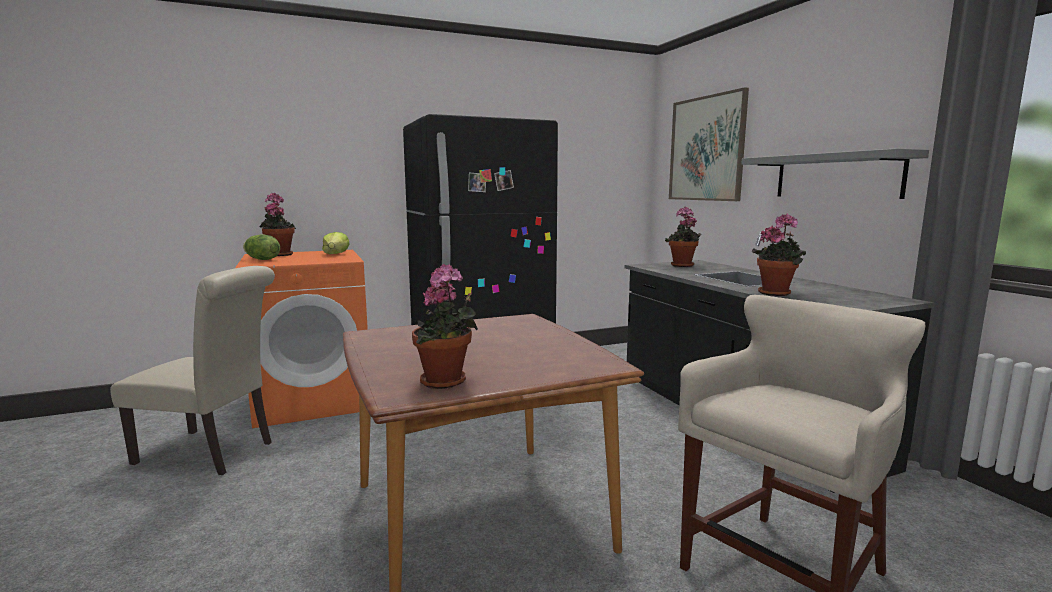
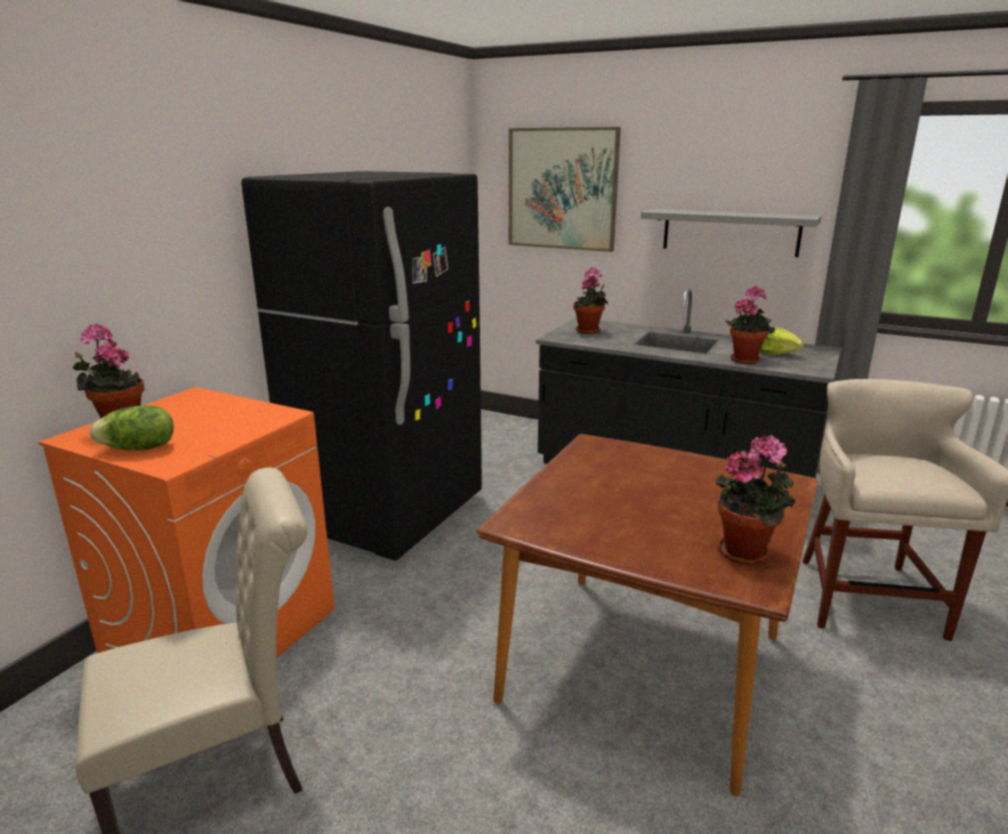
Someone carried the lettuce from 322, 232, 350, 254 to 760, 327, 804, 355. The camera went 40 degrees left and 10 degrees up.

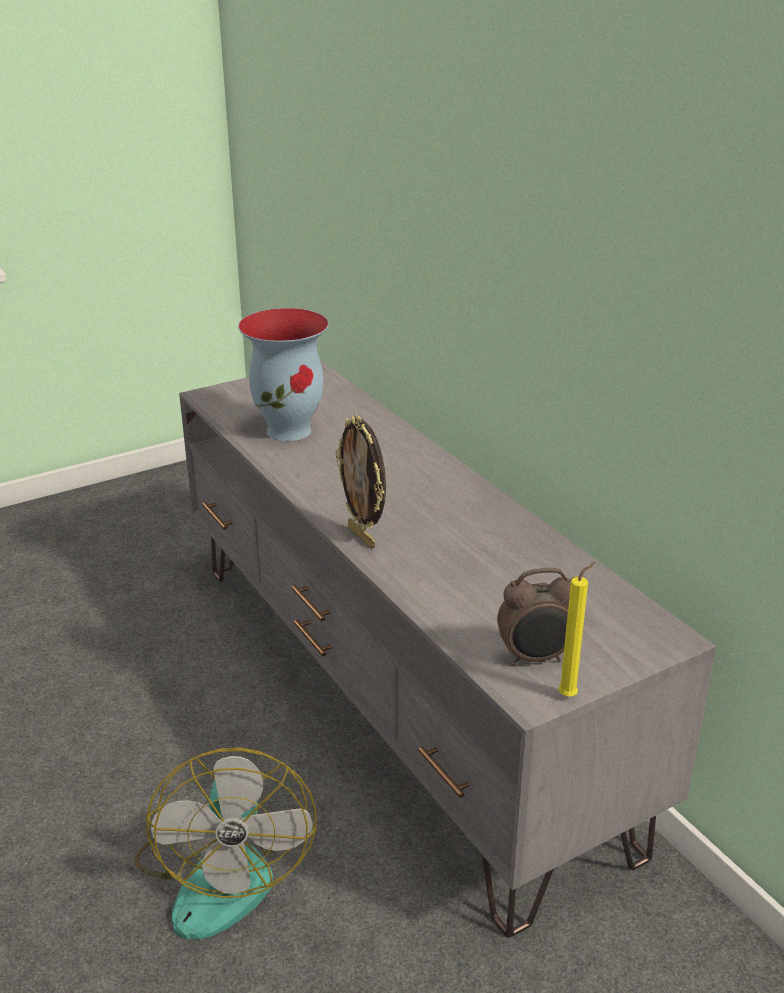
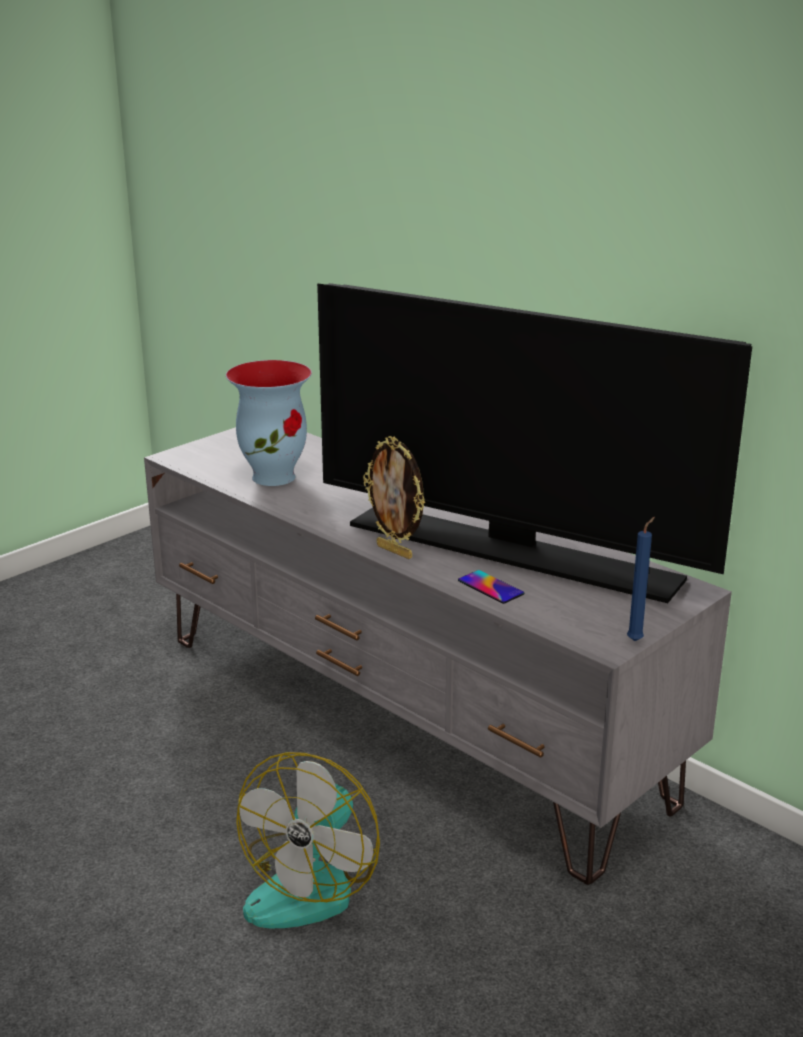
Someone rotated the fan at 135, 748, 317, 940 by 45 degrees clockwise. Someone took away the alarm clock at 497, 568, 574, 666. Someone repainted the yellow candle at 558, 562, 595, 697, which became the blue candle at 627, 517, 655, 641. Someone put down the television at 317, 283, 752, 603. Someone put down the phone at 458, 570, 524, 604. The camera went 15 degrees left and 5 degrees down.

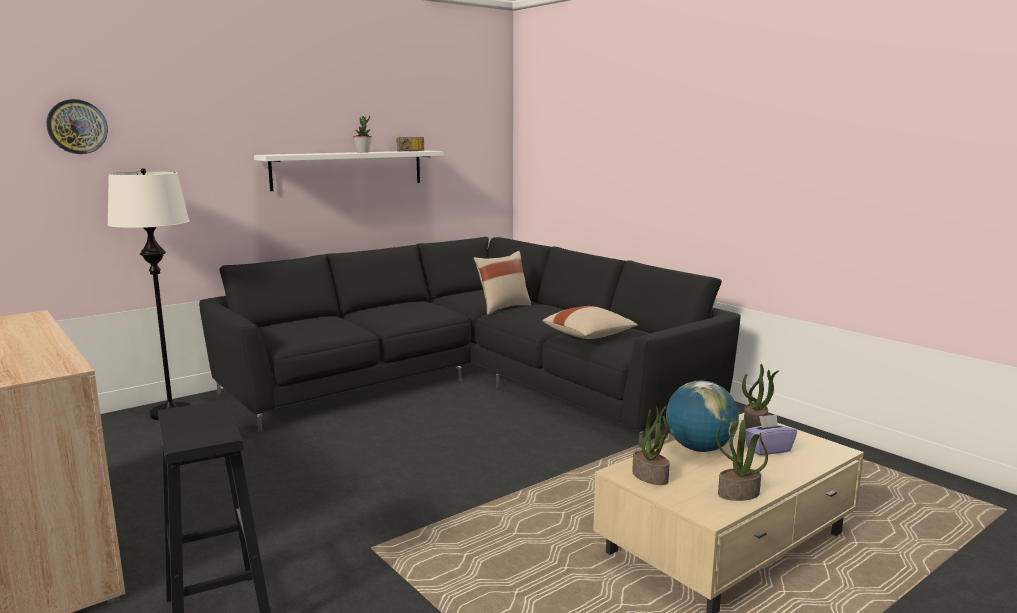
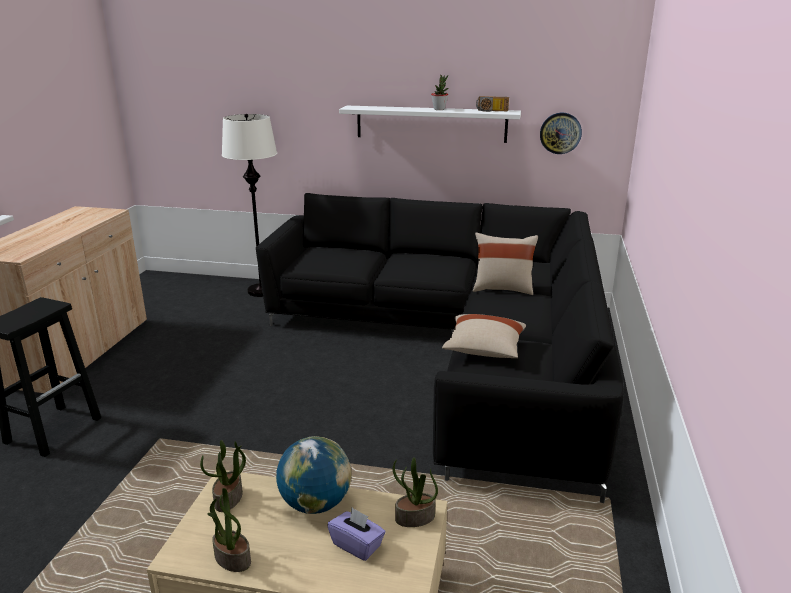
Someone carried the wall clock from 46, 99, 108, 154 to 540, 113, 582, 154. The camera went 50 degrees right and 10 degrees up.

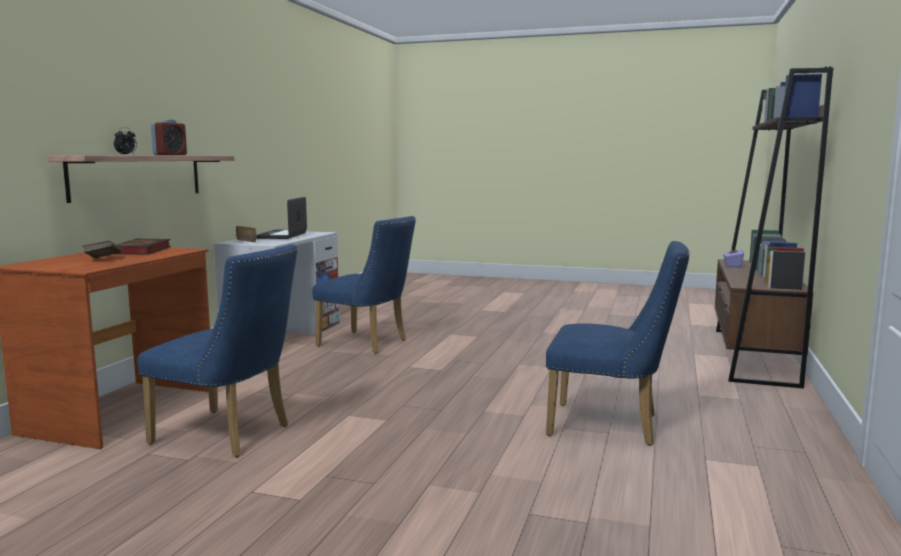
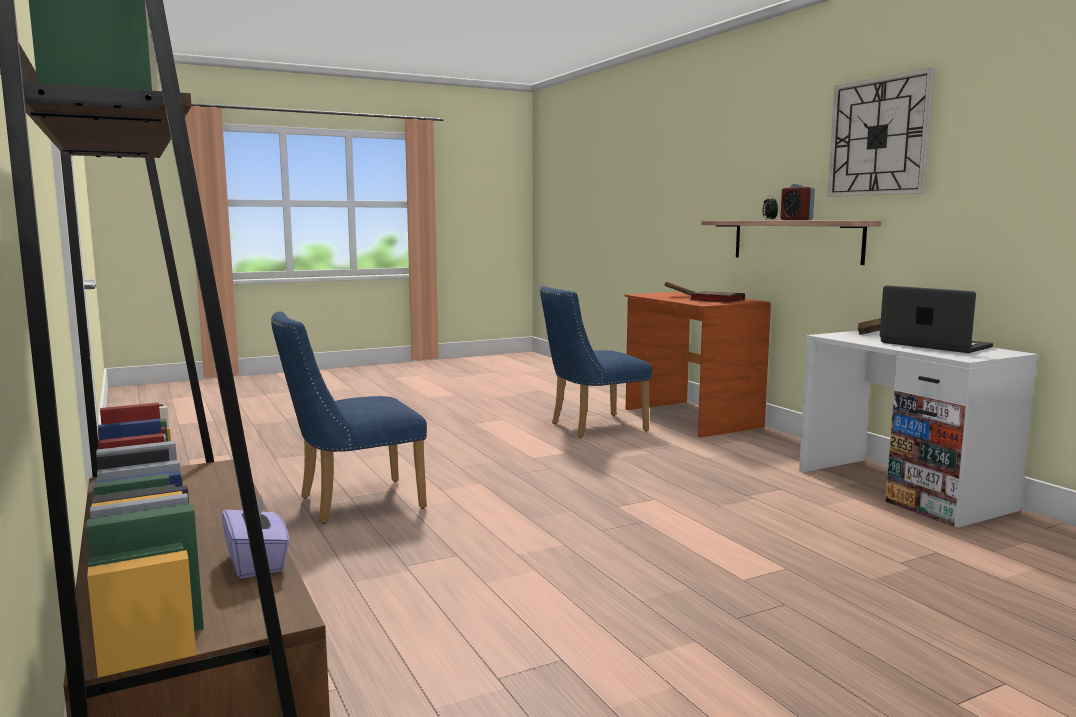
Someone took away the blue chair at 312, 216, 416, 354. Someone put up the wall clock at 827, 68, 935, 197. The camera went 135 degrees right and 0 degrees up.

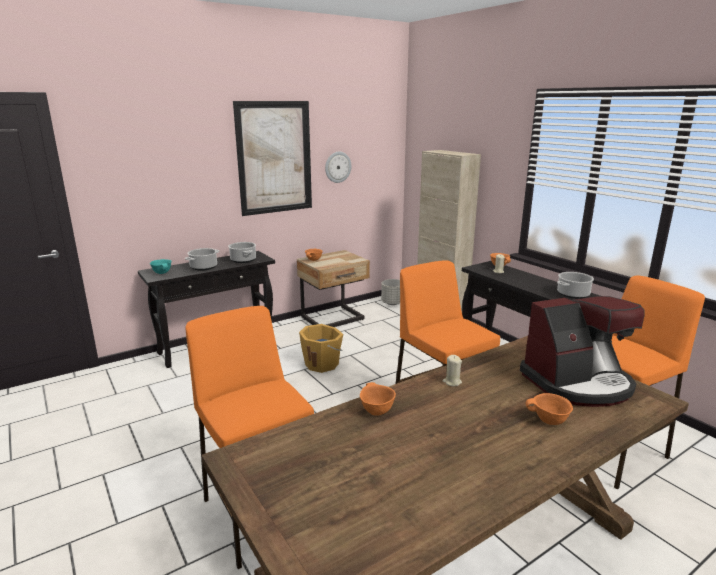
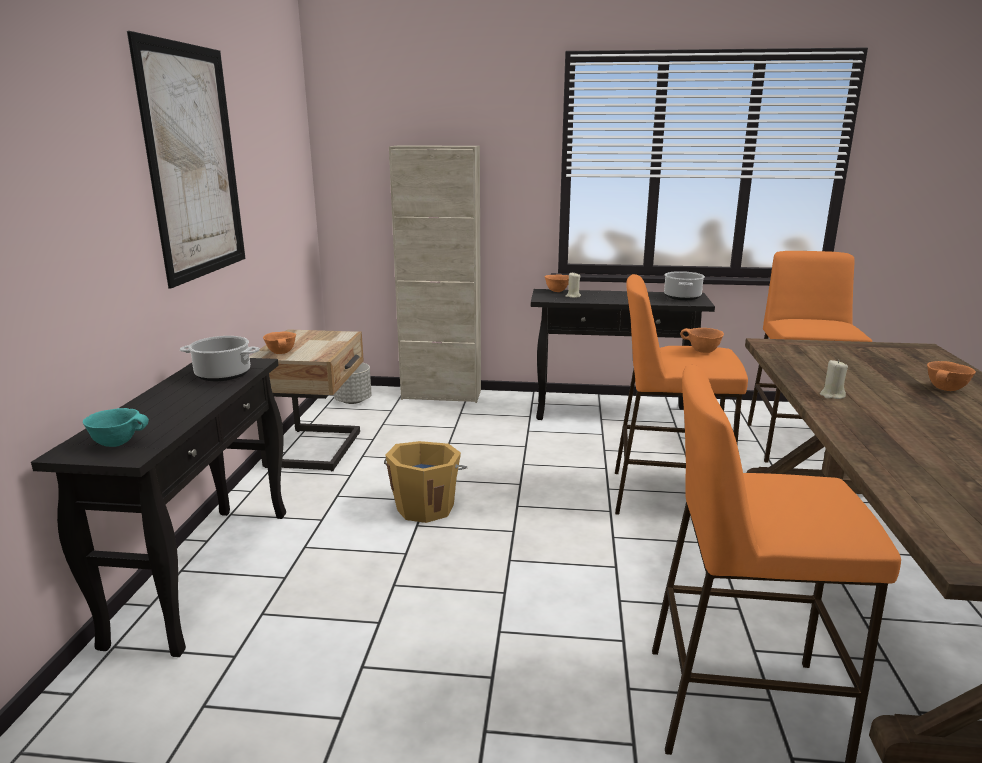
Someone took away the cooking pot at 185, 248, 219, 270. Someone took away the wall clock at 325, 152, 351, 183. Someone carried the orange bowl from 360, 382, 396, 416 to 680, 328, 724, 353. Someone took away the coffee machine at 520, 296, 645, 407. The camera went 50 degrees left and 0 degrees up.

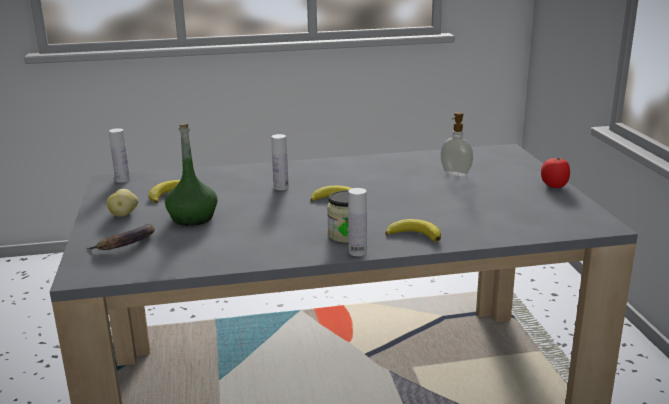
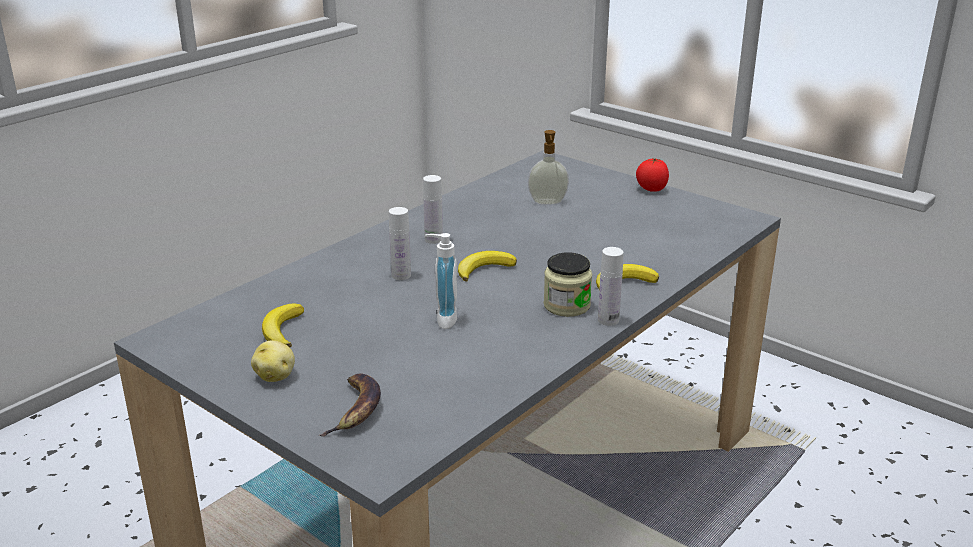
Someone carried the white bottle from 109, 128, 130, 183 to 423, 175, 443, 244. Someone took away the green bottle at 165, 124, 218, 226. Someone put down the soap dispenser at 425, 233, 457, 329. The camera went 40 degrees left and 5 degrees up.

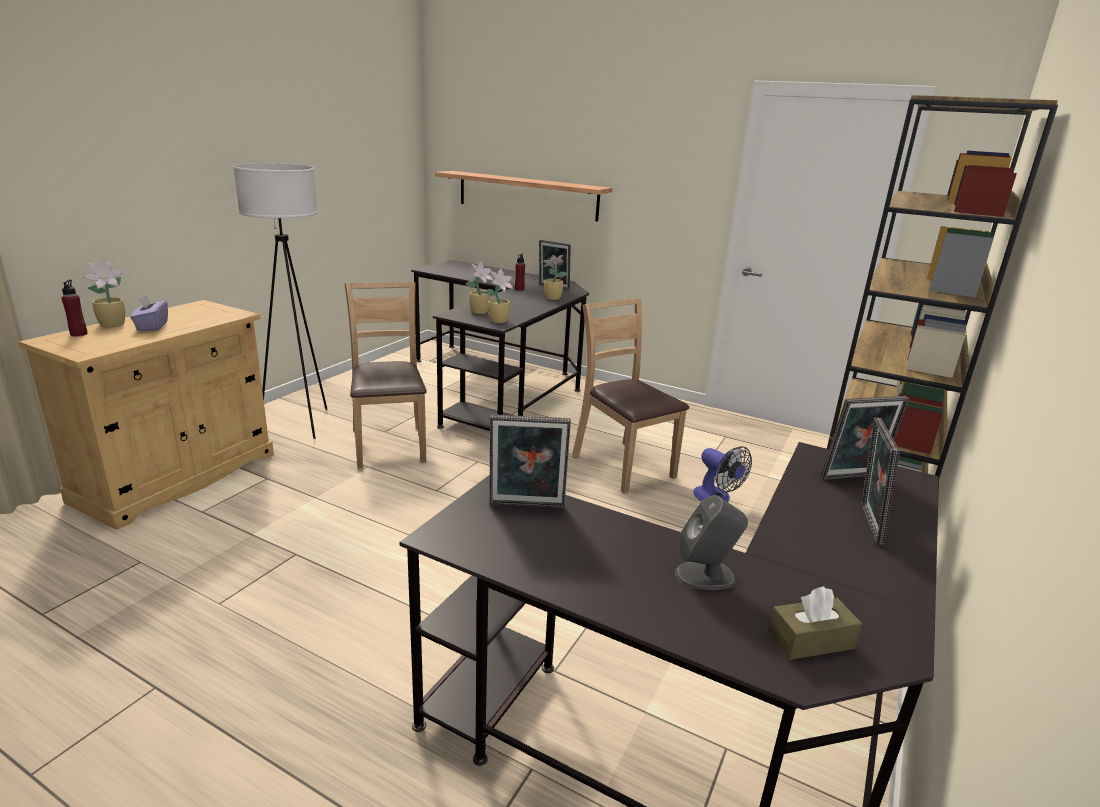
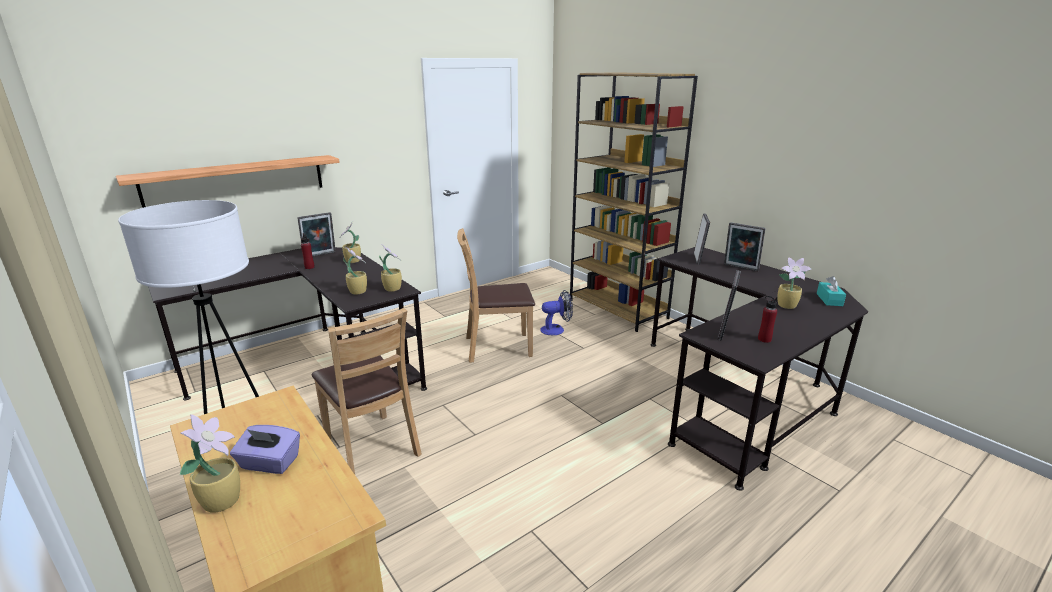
Someone carried the red bottle from 62, 279, 87, 336 to 758, 296, 778, 343. Someone rotated the brown chair at 345, 282, 427, 468 by 135 degrees counterclockwise. Someone swapped the grey speaker at 675, 495, 748, 590 for the potted plant at 777, 257, 811, 309. Someone repainted the brown tissue box at 768, 586, 862, 660, which became the turquoise tissue box at 817, 276, 846, 306. The camera went 65 degrees left and 0 degrees up.

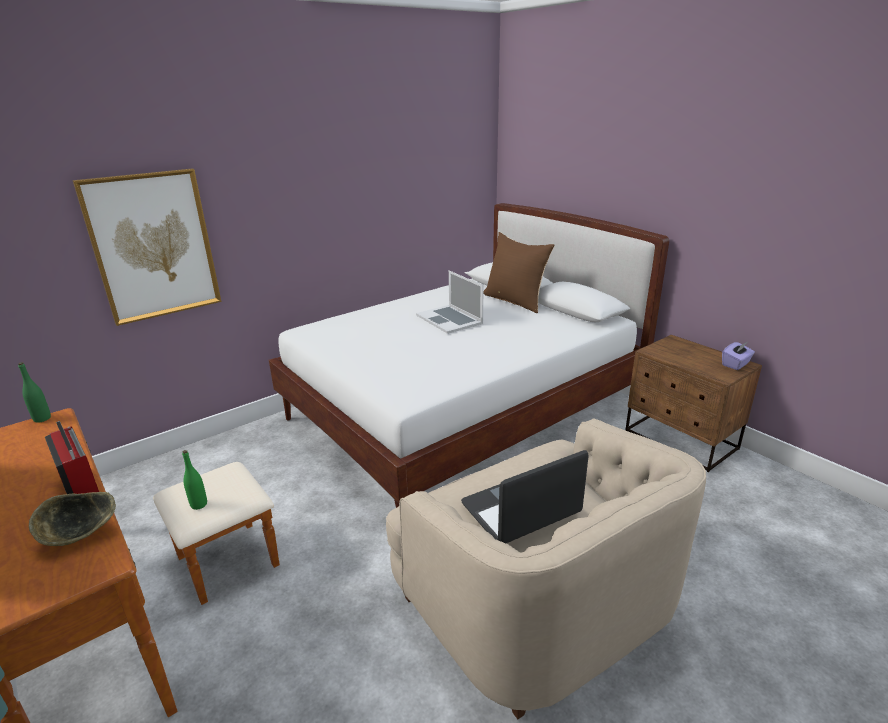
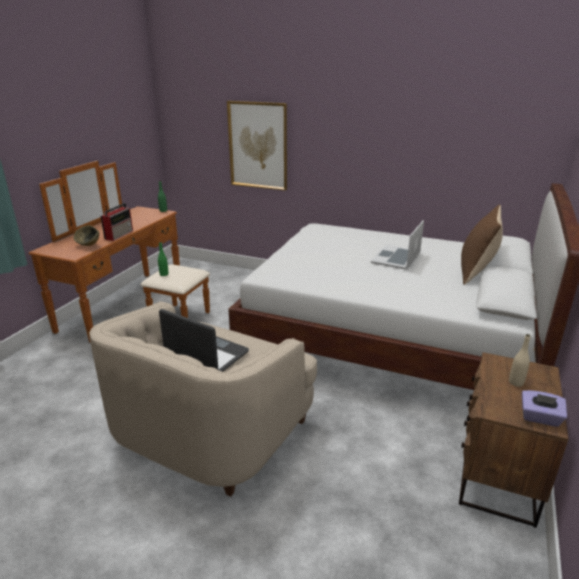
Someone put down the beige bottle at 509, 334, 530, 387. The camera went 60 degrees right and 0 degrees up.

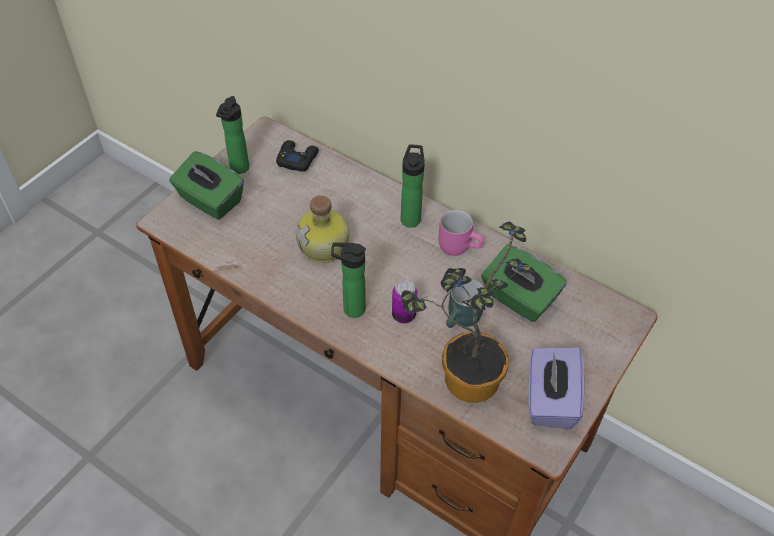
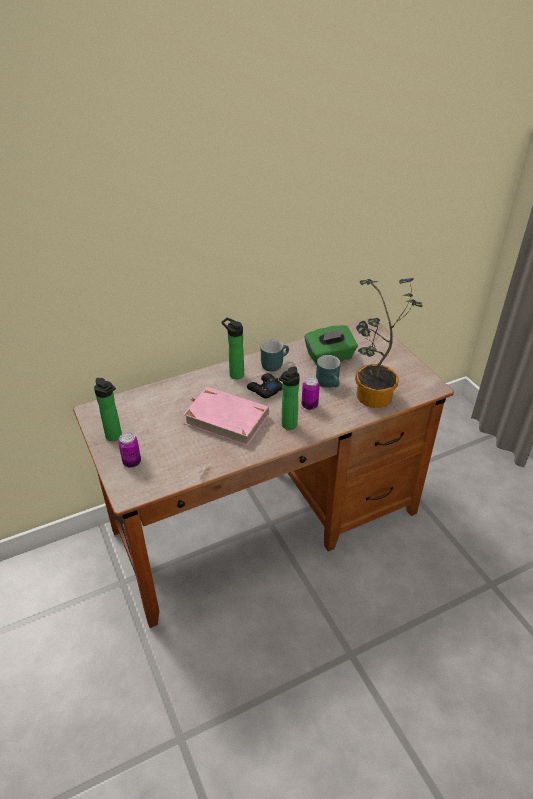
Someone swapped the green tissue box at 169, 151, 244, 220 for the can at 118, 432, 141, 468. Someone carried the black game controller from 276, 140, 319, 172 to 247, 373, 282, 398. Someone swapped the bottle at 295, 195, 350, 263 for the pink book at 183, 387, 269, 446. Someone repainted the pink mug at 439, 210, 484, 256, which became the turquoise mug at 261, 340, 289, 372. Someone took away the purple tissue box at 528, 347, 584, 429. The camera went 60 degrees left and 10 degrees down.

